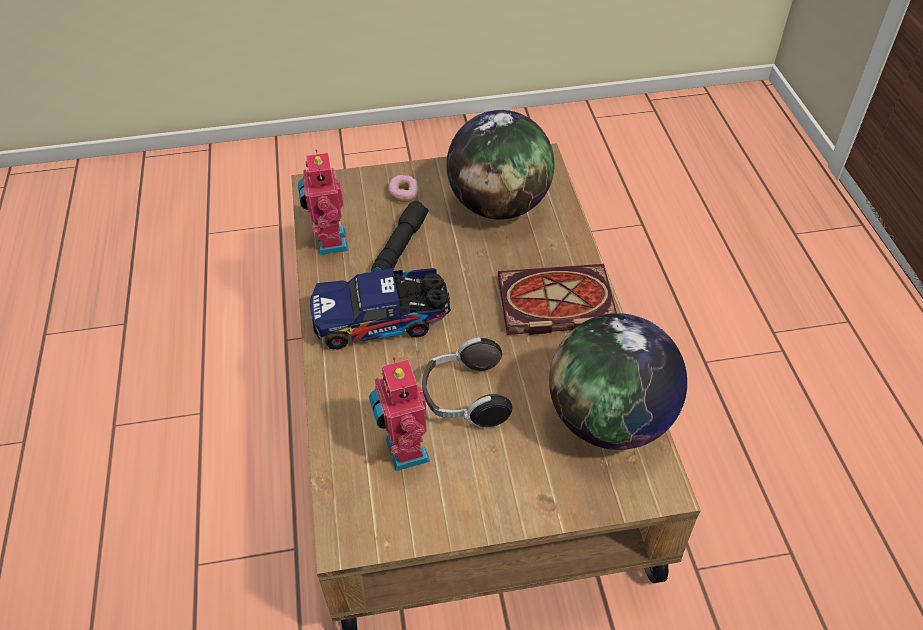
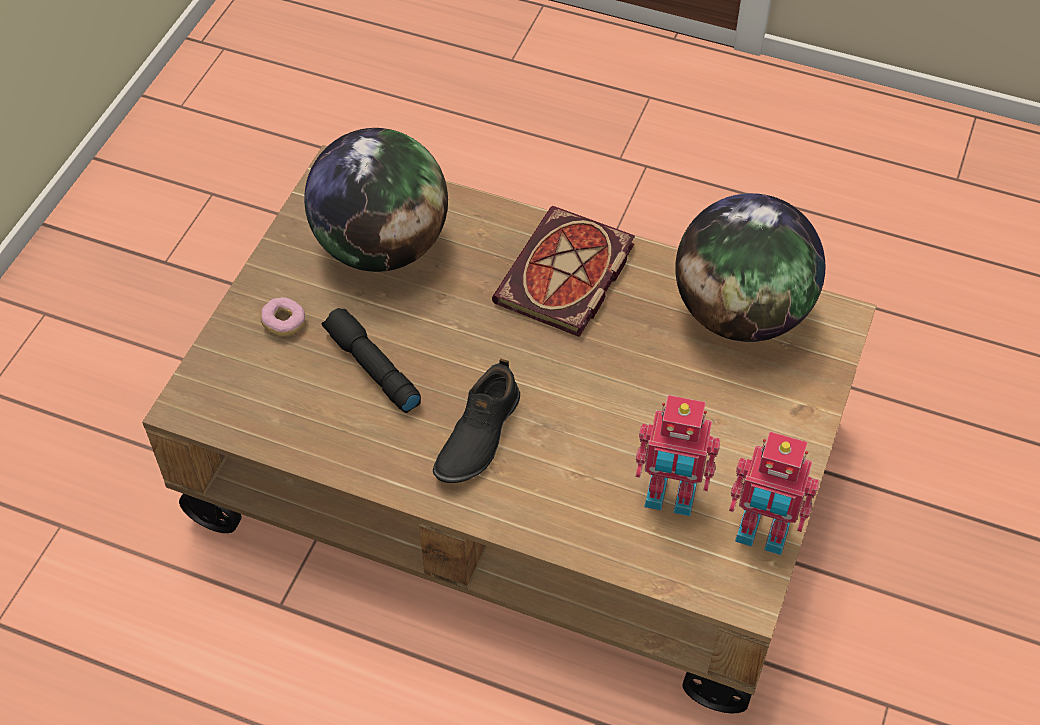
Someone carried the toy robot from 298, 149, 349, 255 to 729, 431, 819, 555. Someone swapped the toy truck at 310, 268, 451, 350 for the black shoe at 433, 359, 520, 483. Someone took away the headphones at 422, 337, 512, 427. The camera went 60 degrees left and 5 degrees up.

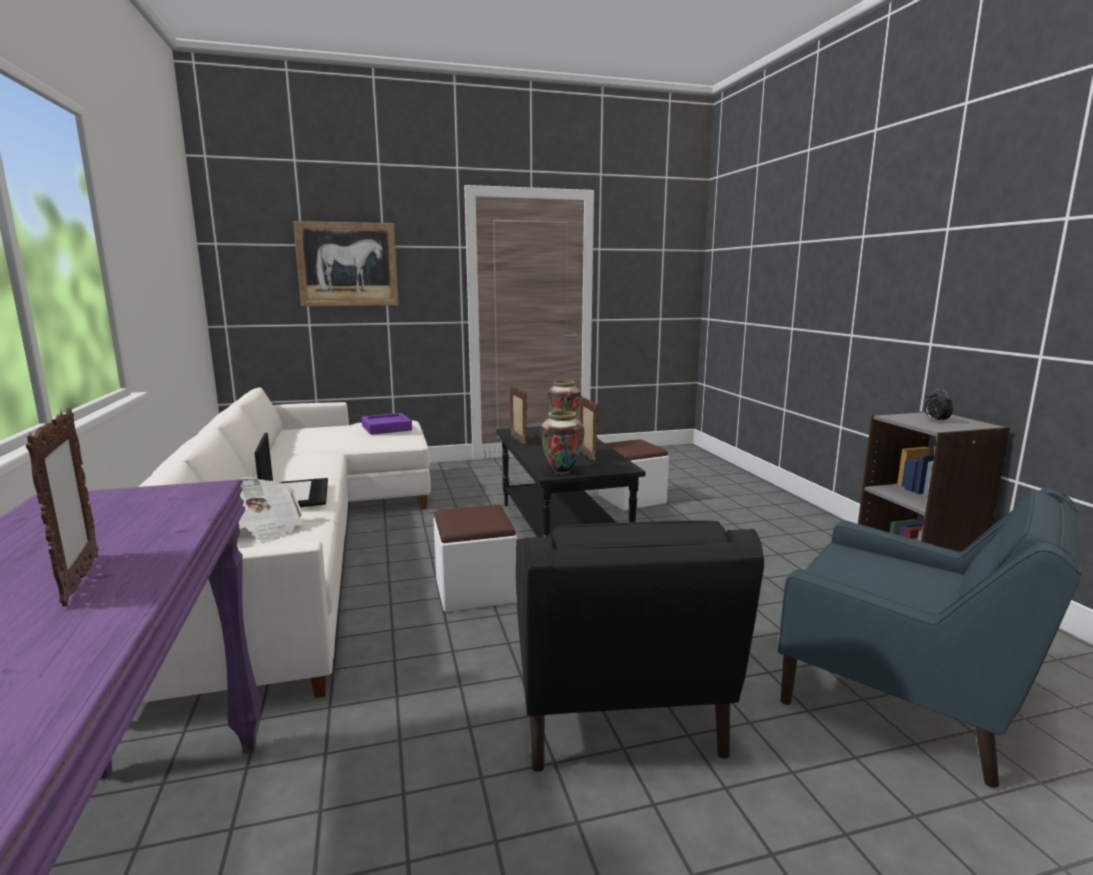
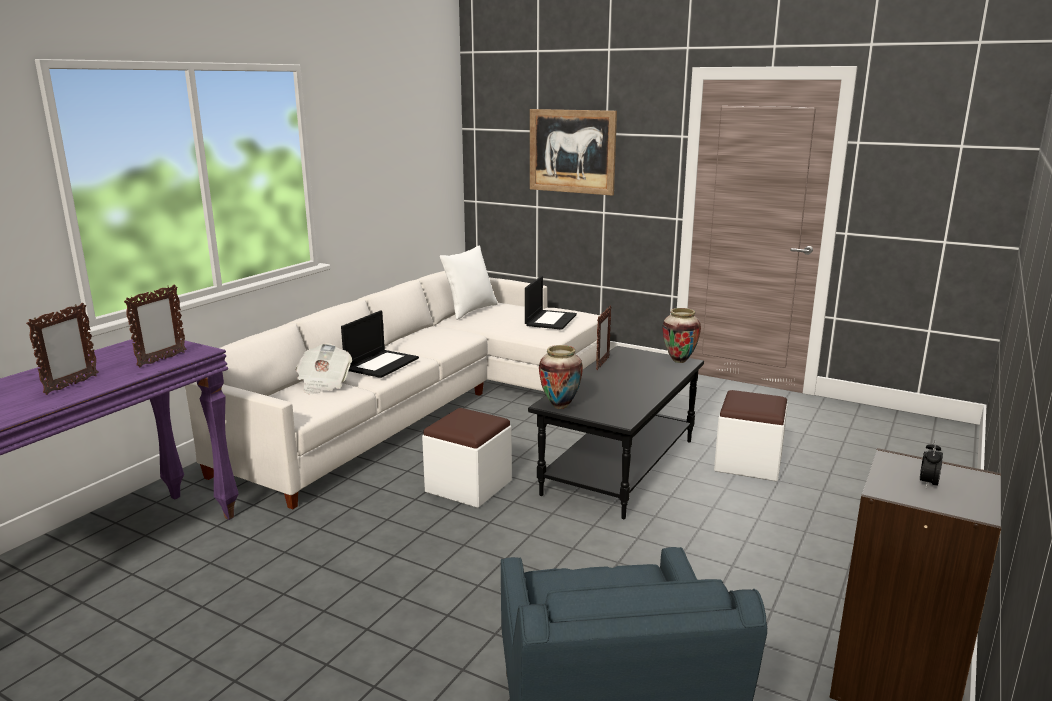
Someone swapped the purple tray at 361, 413, 412, 435 for the laptop at 525, 276, 577, 330. Someone took away the black armchair at 516, 520, 764, 772. Someone carried the picture frame from 580, 396, 598, 463 to 124, 285, 186, 367. Someone put down the white pillow at 440, 246, 498, 320. The camera went 45 degrees right and 5 degrees up.

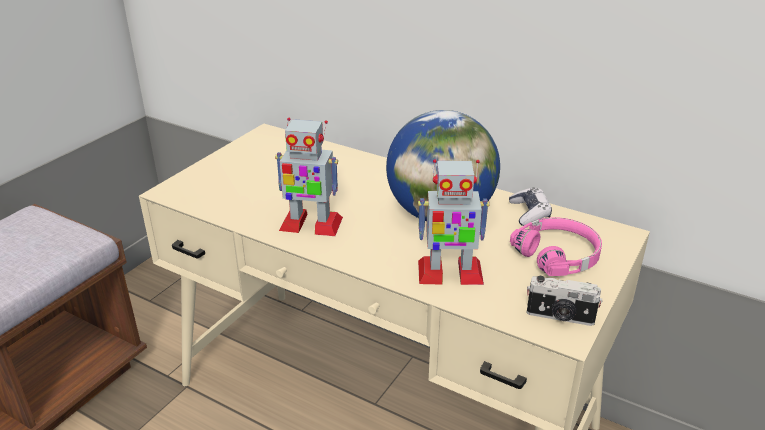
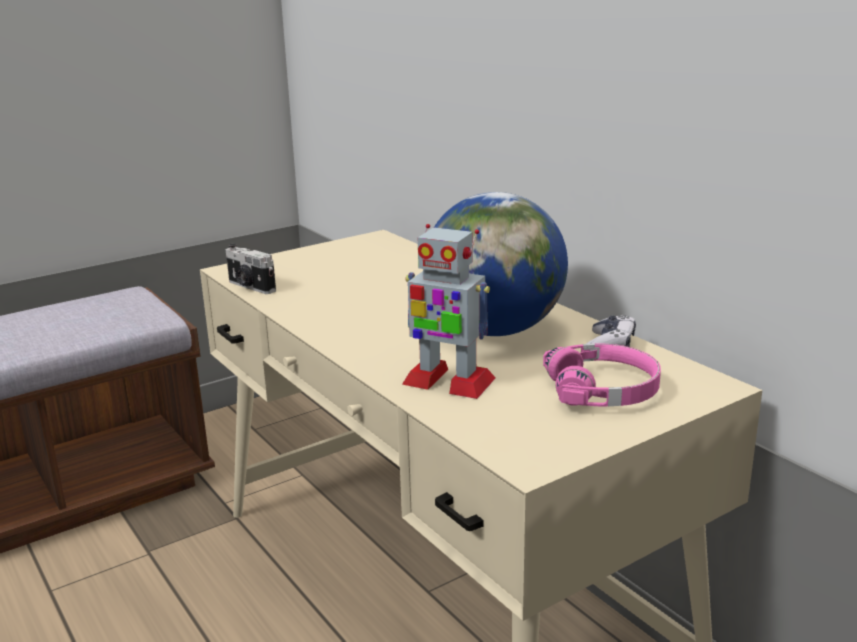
Someone took away the toy robot at 275, 118, 343, 236. Someone carried the photo camera from 527, 276, 603, 326 to 225, 243, 276, 294. The camera went 25 degrees right and 10 degrees down.

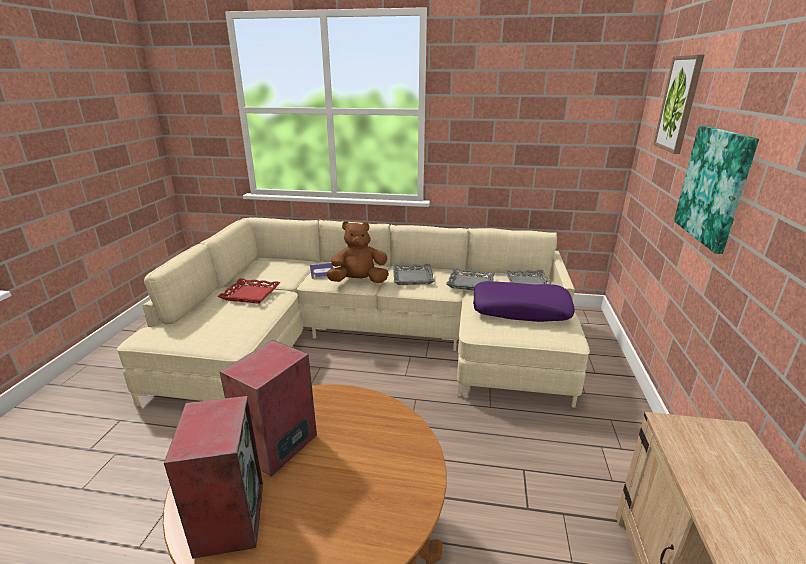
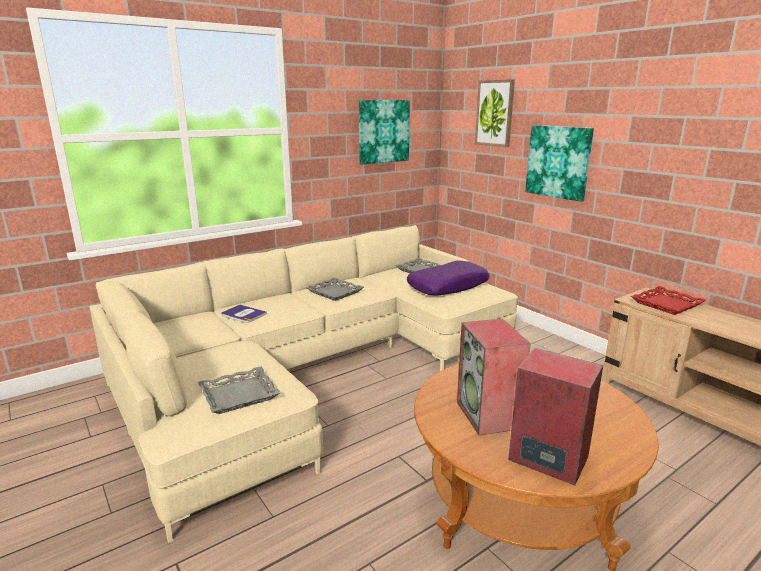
Someone carried the red tray from 217, 278, 281, 304 to 631, 286, 706, 315. Someone took away the brown plush toy at 326, 221, 389, 283. Someone carried the grey tray from 446, 268, 495, 291 to 198, 366, 281, 414. Someone put up the picture at 359, 100, 410, 164. The camera went 45 degrees left and 5 degrees down.

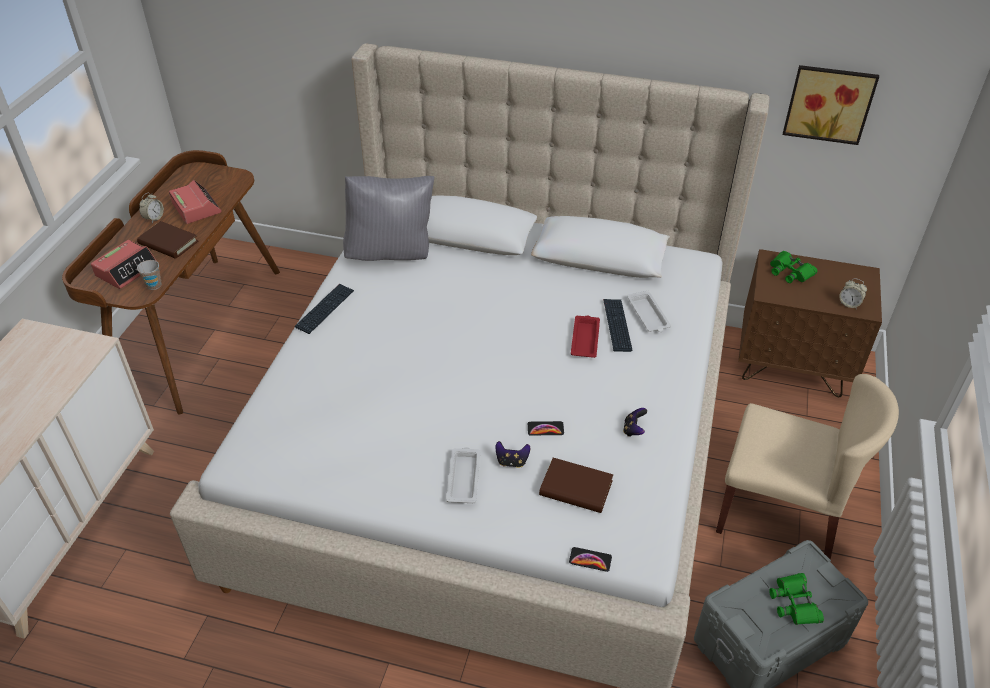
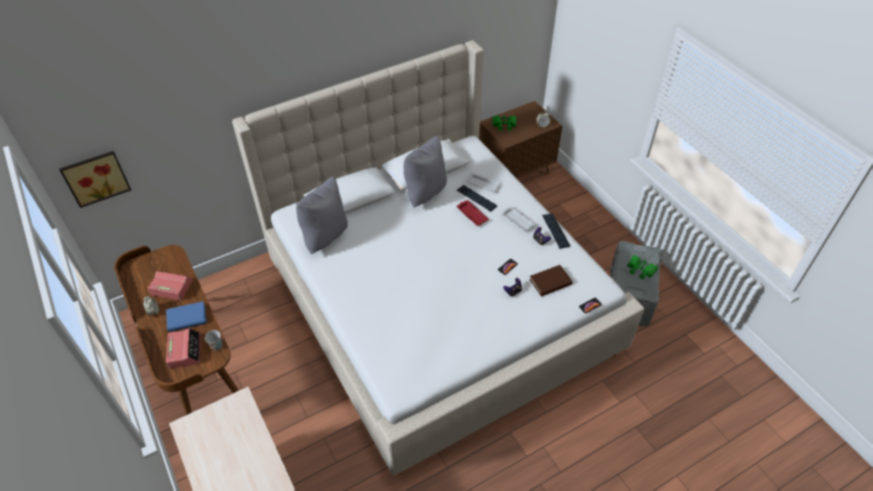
Someone repainted the brown book at 137, 221, 198, 259, which became the blue book at 166, 301, 207, 332. Someone carried the keyboard from 295, 284, 354, 334 to 542, 213, 570, 249. Someone carried the white tray from 446, 447, 480, 503 to 501, 206, 536, 231. Someone took away the beige chair at 716, 374, 899, 560. Someone carried the picture from 783, 65, 879, 145 to 59, 151, 131, 208. Someone put down the grey pillow at 404, 136, 447, 207. The camera went 45 degrees left and 5 degrees up.

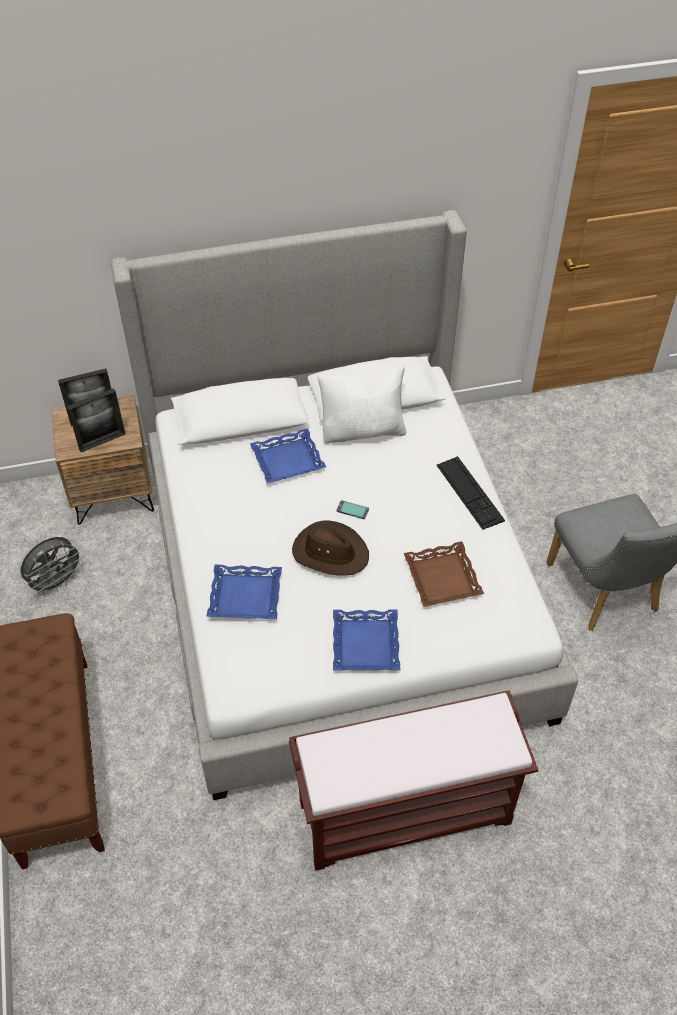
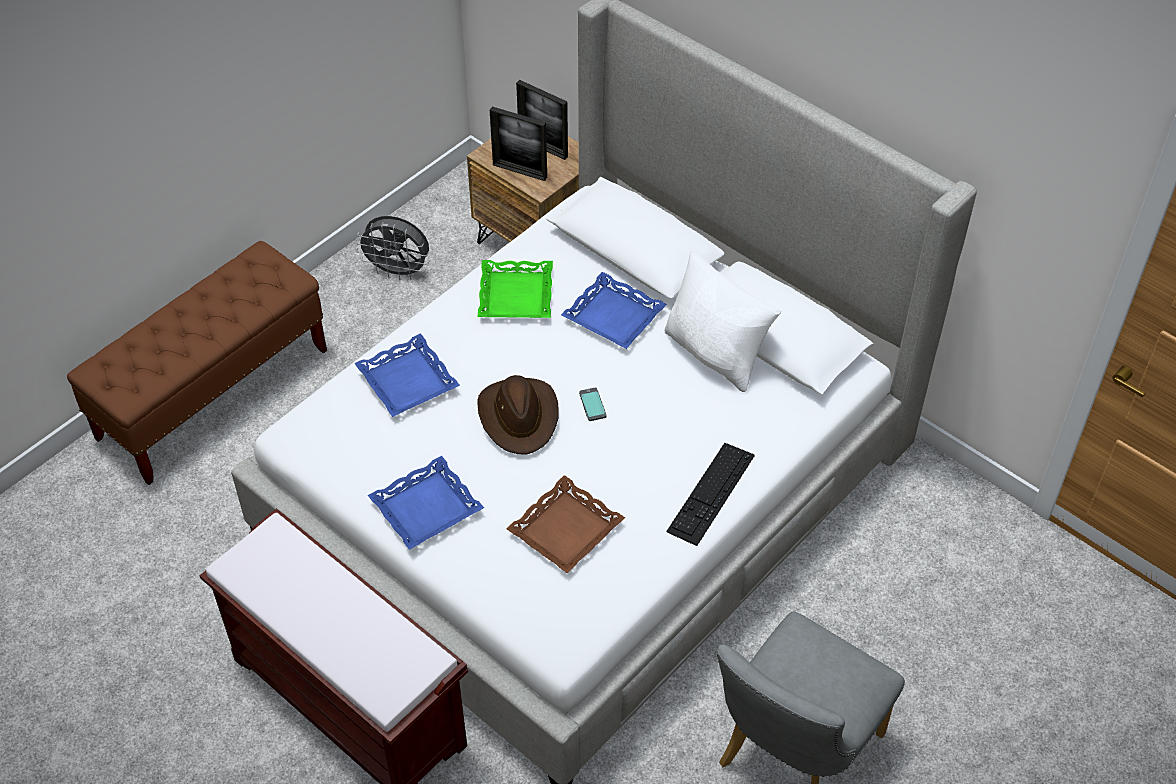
Someone put down the green tray at 478, 260, 553, 318. The camera went 55 degrees right and 0 degrees up.

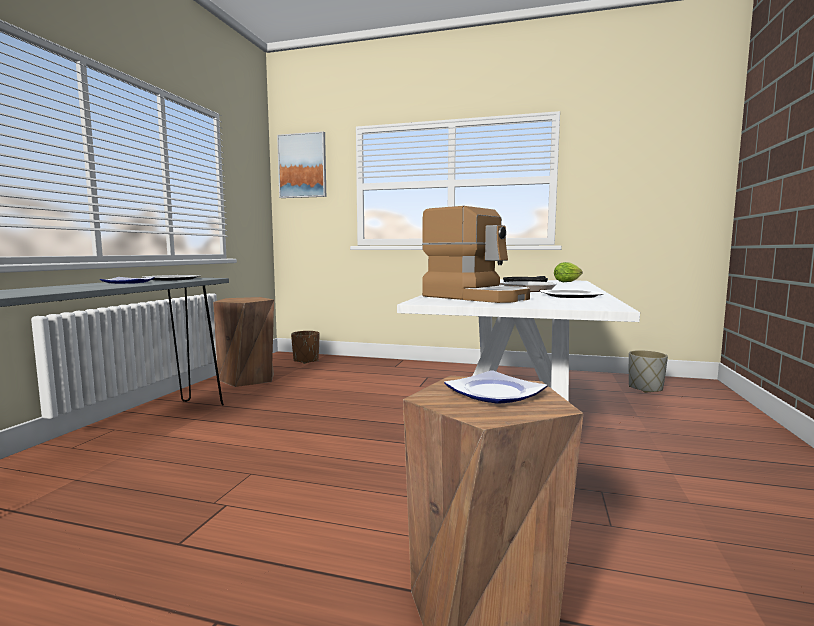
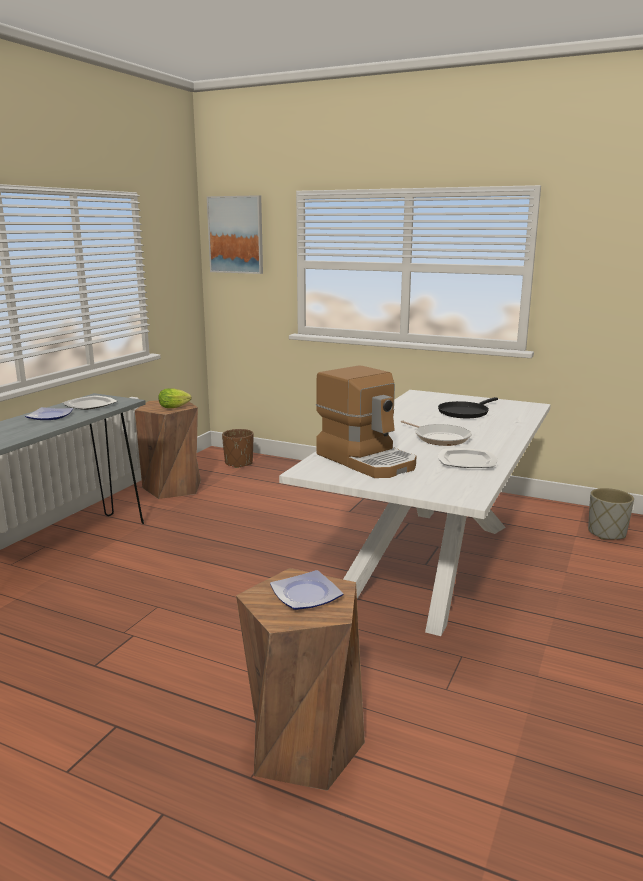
Someone carried the lettuce from 554, 262, 583, 282 to 158, 388, 192, 408. The camera went 10 degrees right and 10 degrees up.

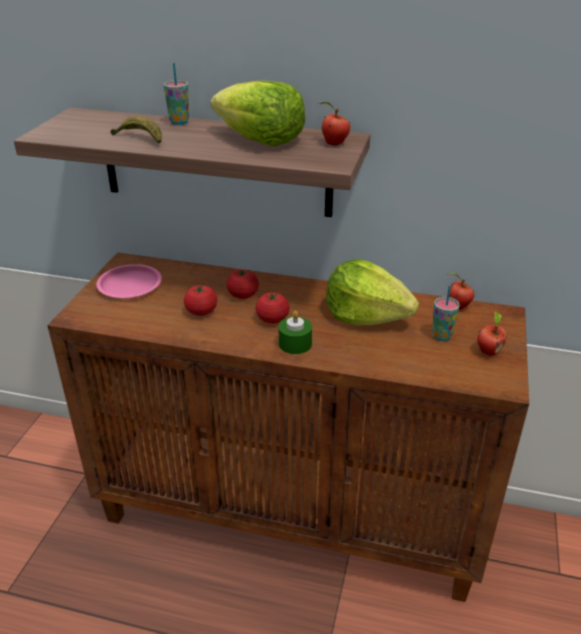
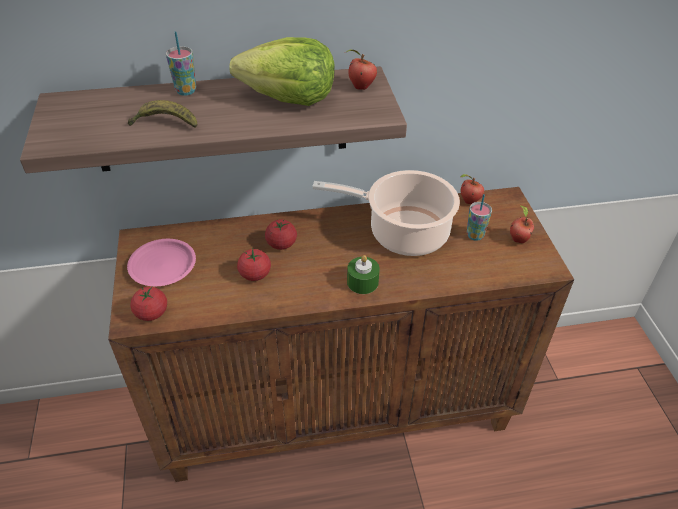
Someone carried the tomato from 256, 292, 289, 324 to 131, 286, 167, 321. Someone swapped the lettuce at 326, 259, 419, 325 for the cooking pot at 312, 170, 460, 256. The camera went 25 degrees left and 10 degrees up.

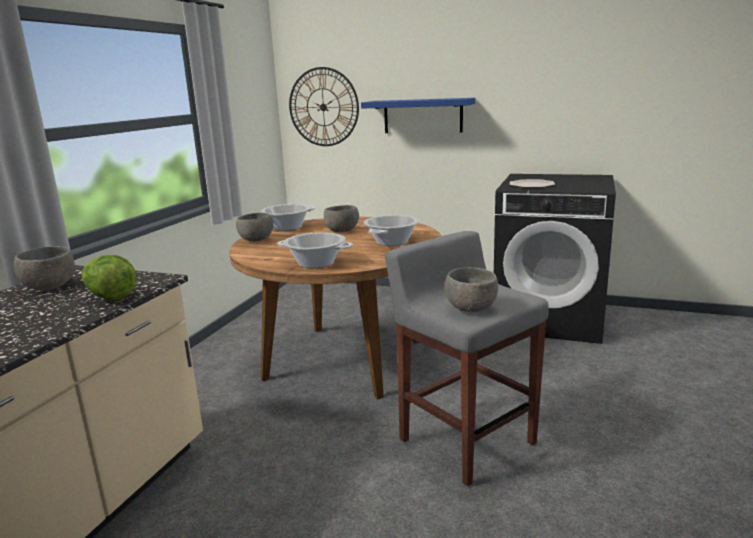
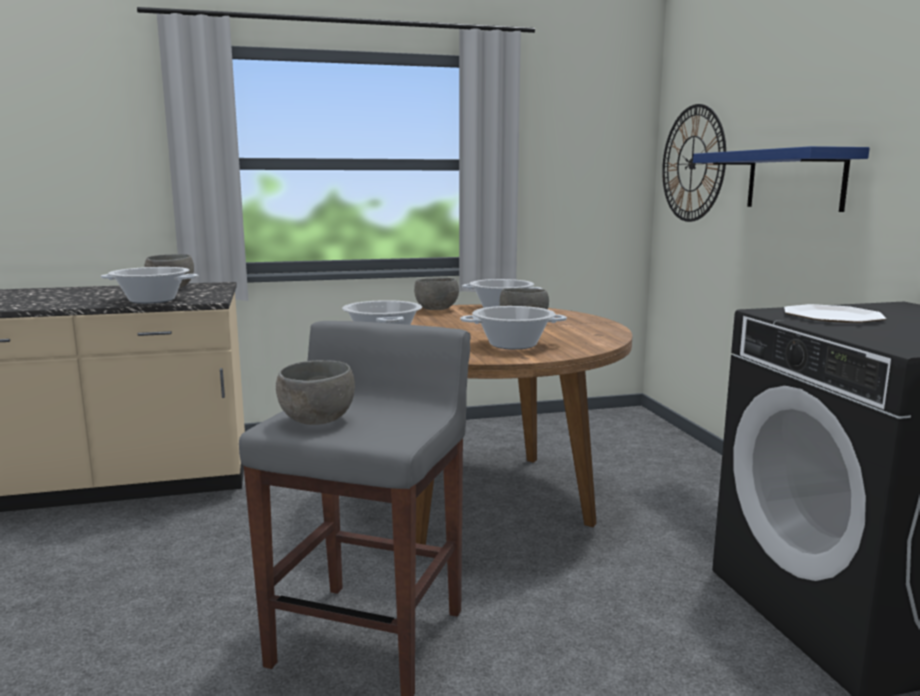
Someone swapped the lettuce at 81, 255, 136, 300 for the cooking pot at 101, 267, 199, 304. The camera went 55 degrees right and 5 degrees down.

